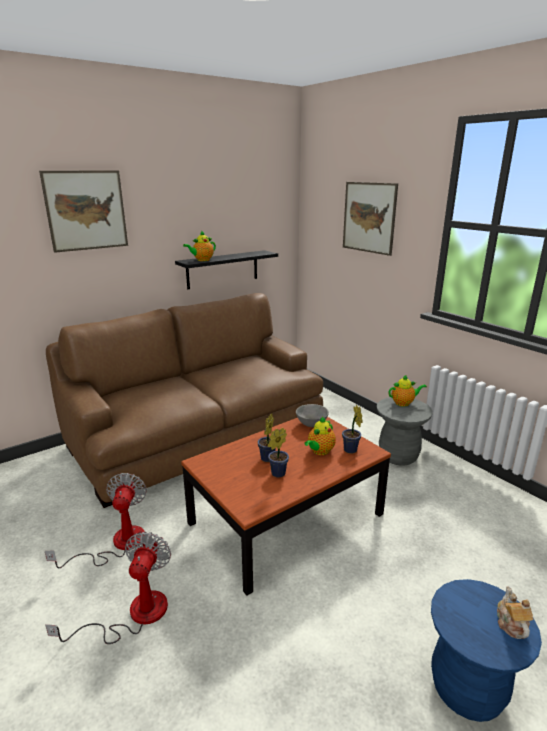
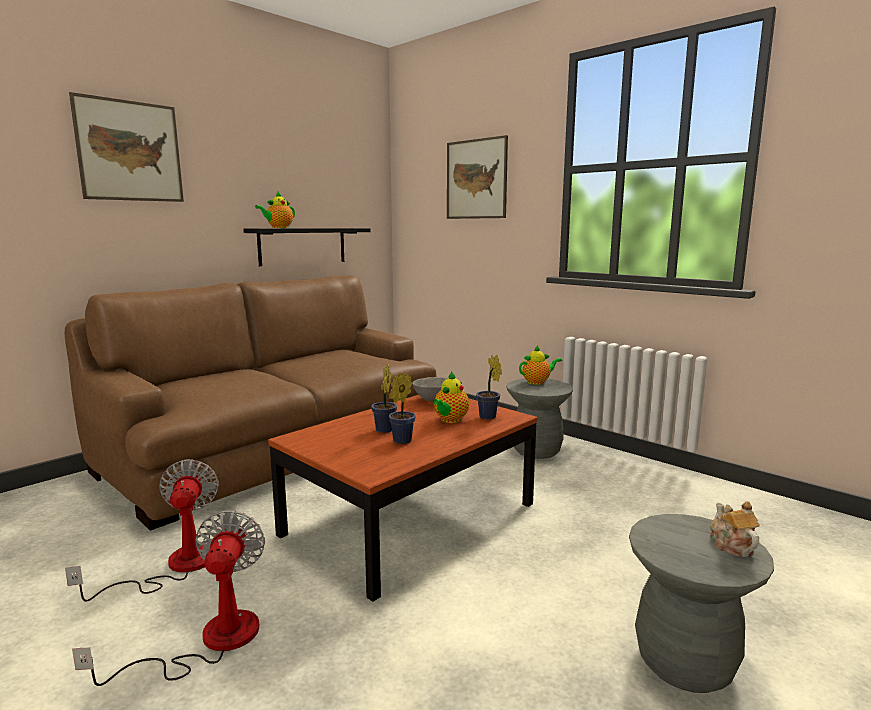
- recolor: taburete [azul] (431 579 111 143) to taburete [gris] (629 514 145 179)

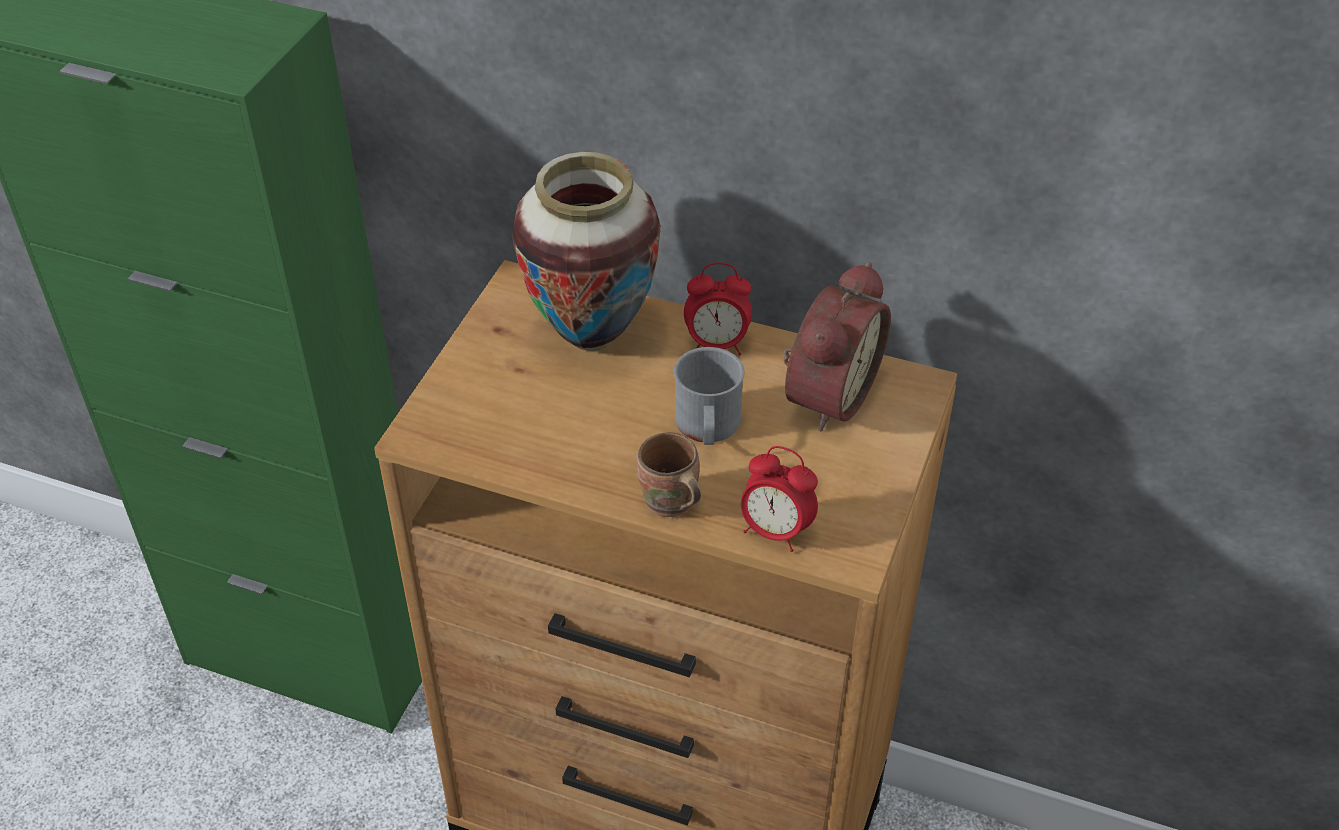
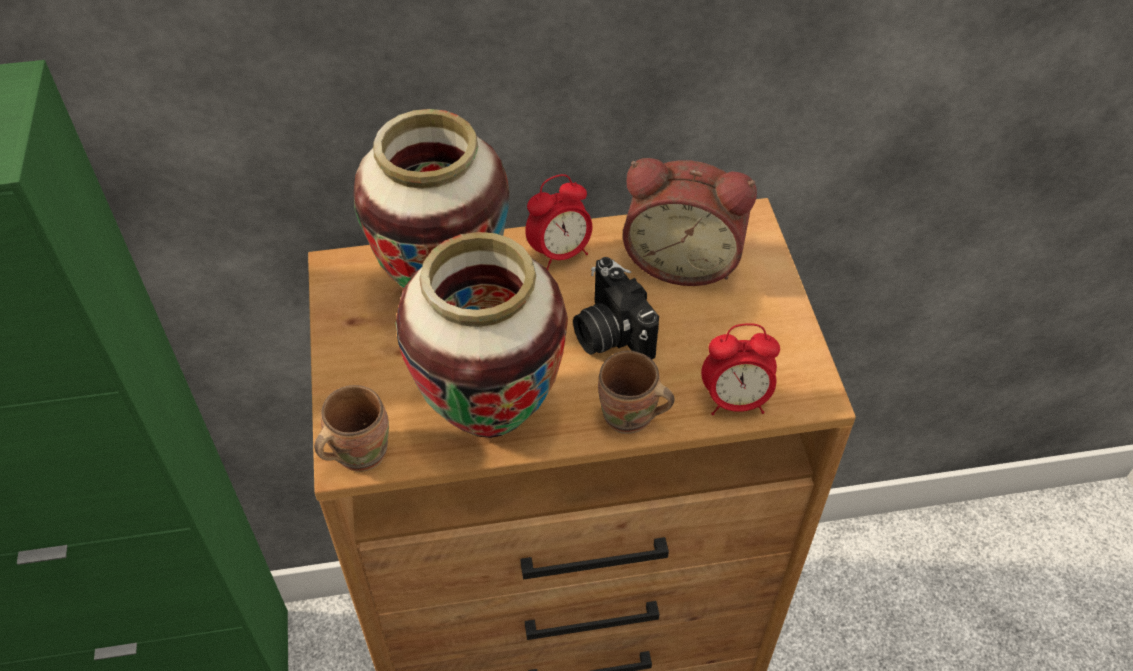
- replace: taza grande [gris] (674 347 70 98) to cámara (573 257 86 102)
- rotate: despertador (783 262 108 169) = (623 158 134 128) 105 degrees clockwise
- insert: taza grande [marrón] (314 385 75 87)
- insert: florero (396 232 172 206)

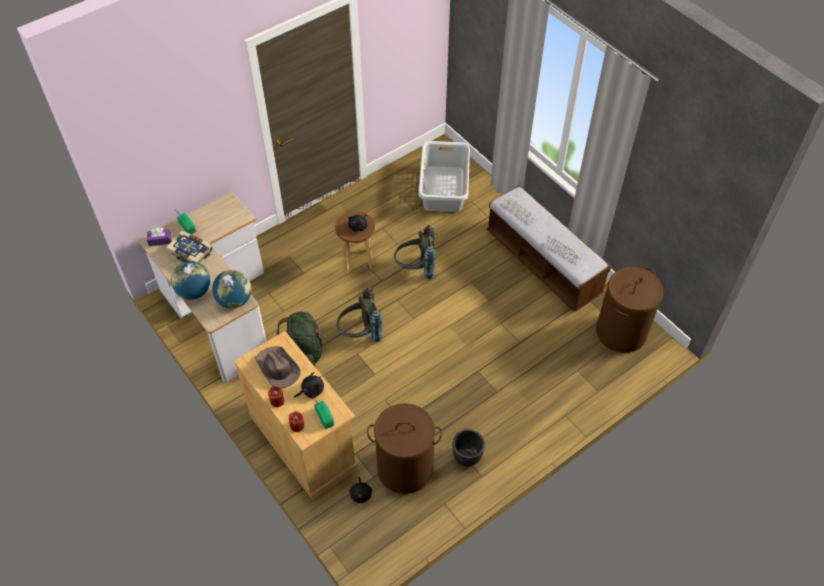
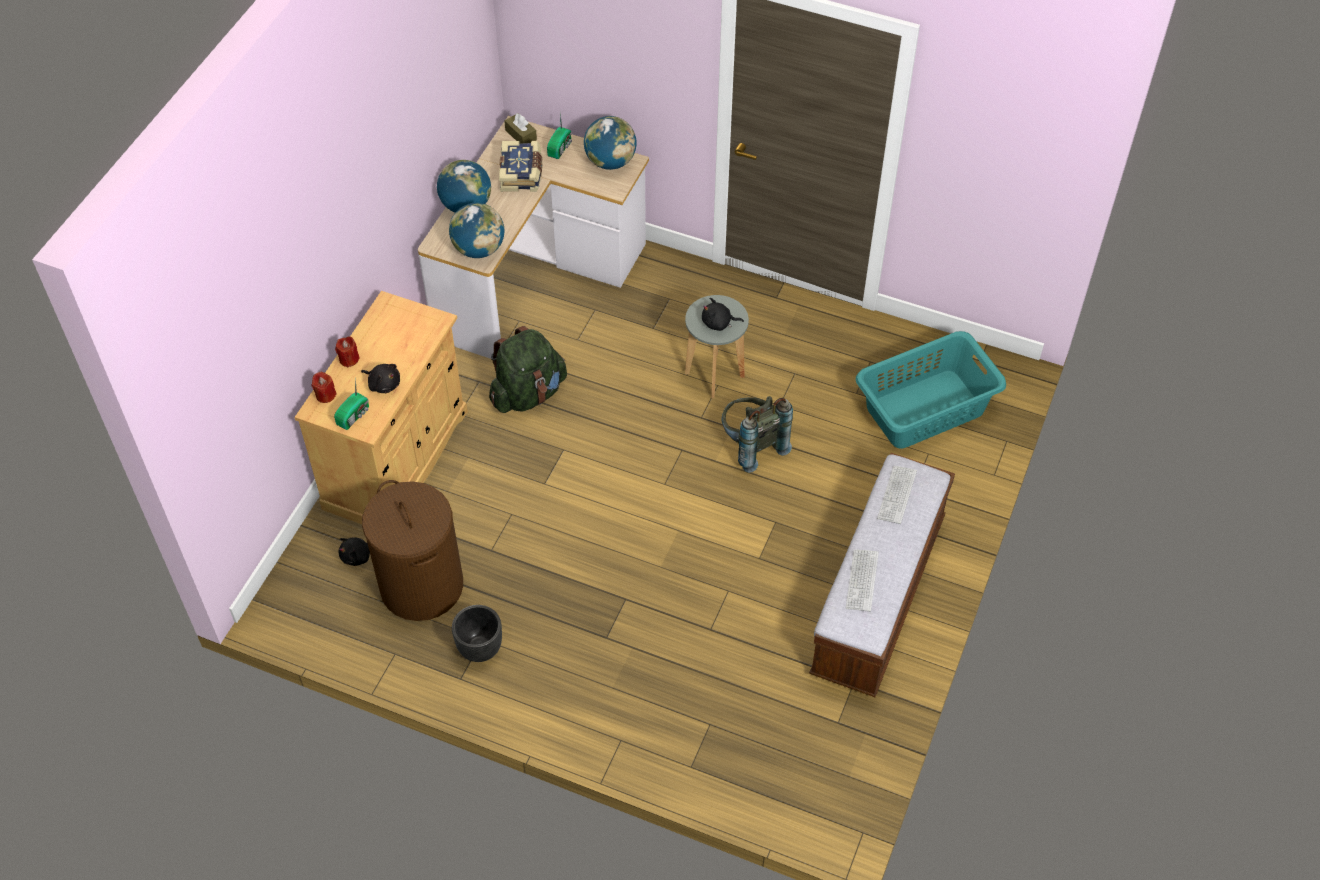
- recolor: caja de pañuelos [morado] (147 227 24 19) to caja de pañuelos [marrón] (504 113 33 31)
- delete: sombrero [marrón] (255 346 45 43)
- recolor: taburete [marrón] (335 211 40 63) to taburete [gris] (685 295 64 103)
- delete: mochila [gris] (336 288 47 54)
- recolor: cesto de la ropa [gris] (418 141 52 71) to cesto de la ropa [turquesa] (856 331 150 118)
- delete: cesto de la ropa [marrón] (596 267 68 86)
- insert: globo terráqueo (584 116 53 54)

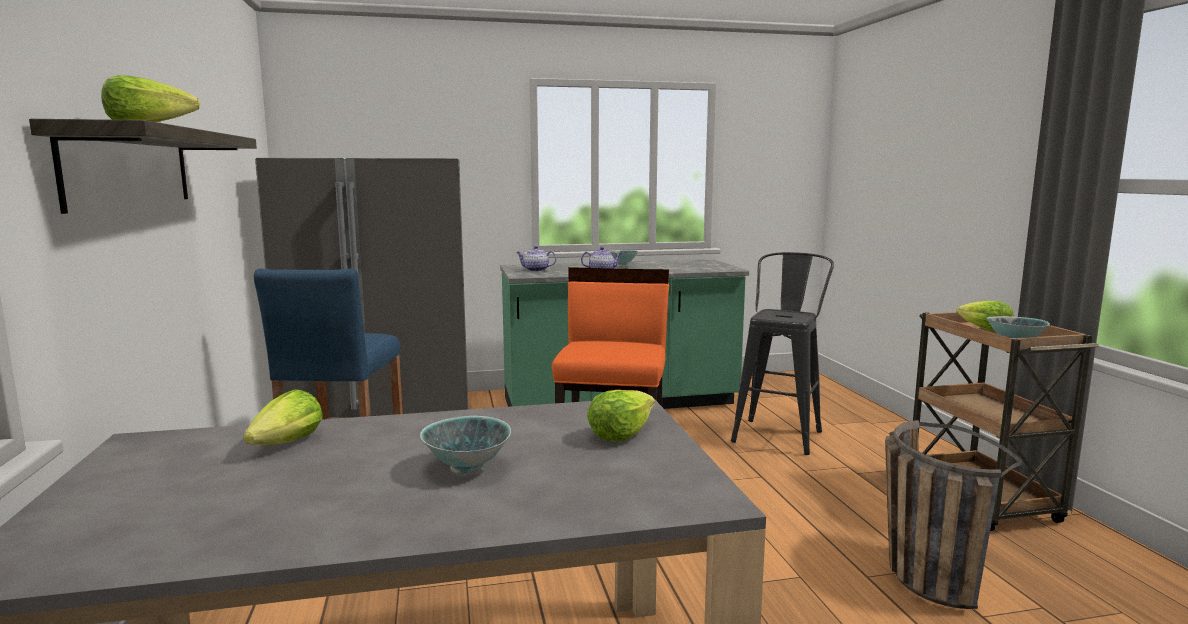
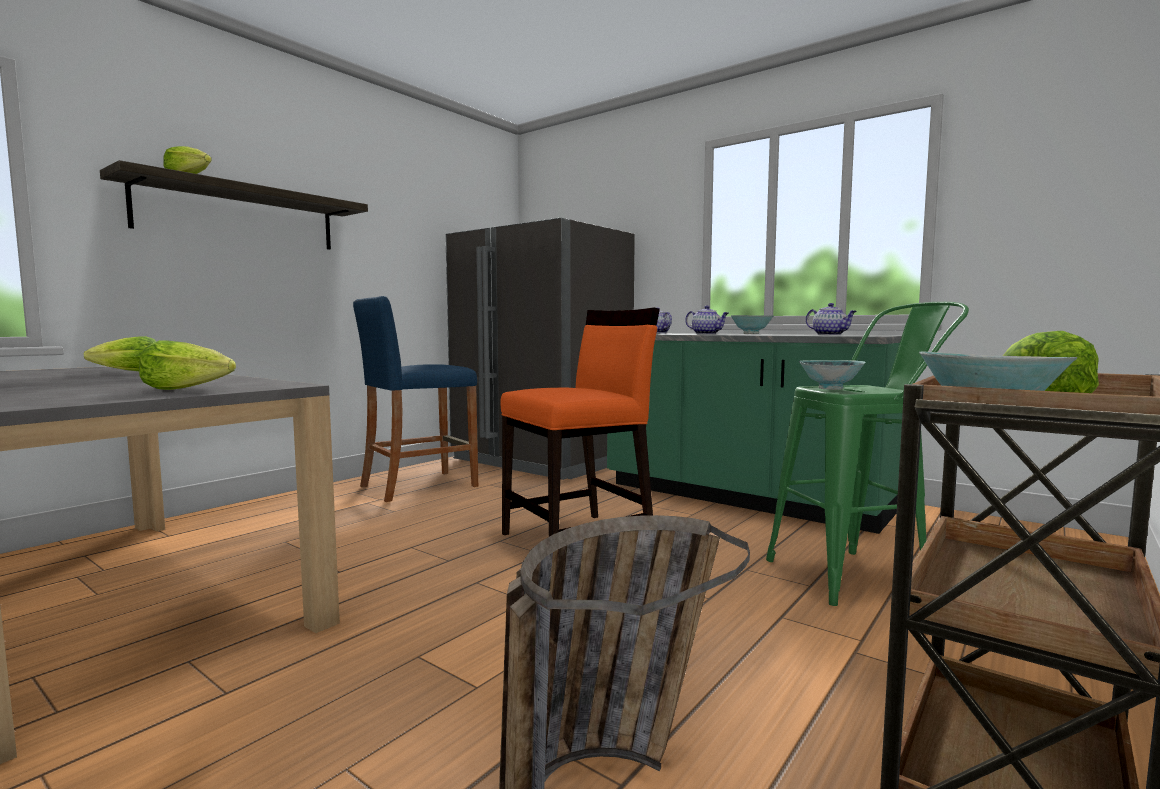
- move: cuenco (420 416 91 58) to (799 360 67 30)
- recolor: taburete [negro] (731 252 103 203) to taburete [verde] (766 302 203 304)
- insert: tetera (806 303 51 32)

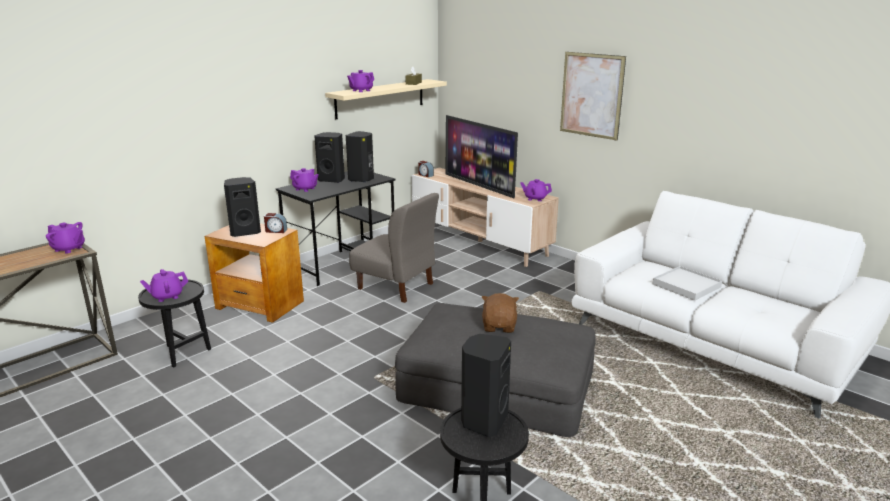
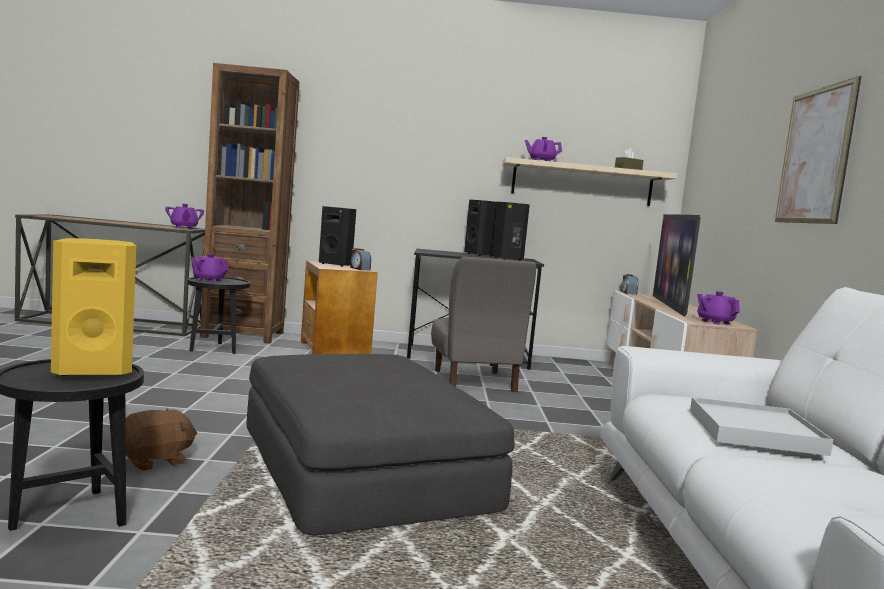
- delete: tetera [morado] (290 168 29 24)
- recolor: altavoz [negro] (461 334 50 103) to altavoz [amarillo] (51 238 85 138)
- move: peluche [marrón] (482 293 37 40) to (126 408 71 63)
- insert: estantería [marrón] (200 63 99 281)

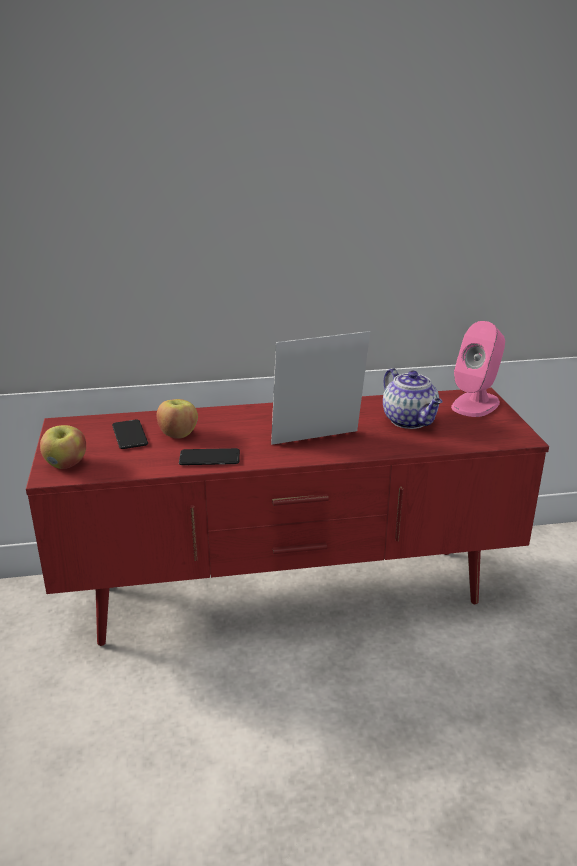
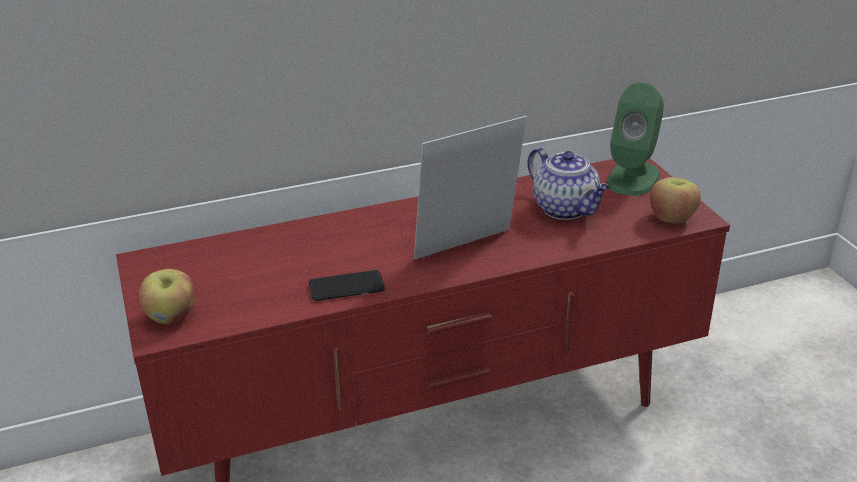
- delete: móvil (112 420 36 29)
- move: manzana (157 399 41 40) to (650 177 51 47)
- recolor: altavoz [rosa] (451 321 54 96) to altavoz [verde] (607 82 57 114)

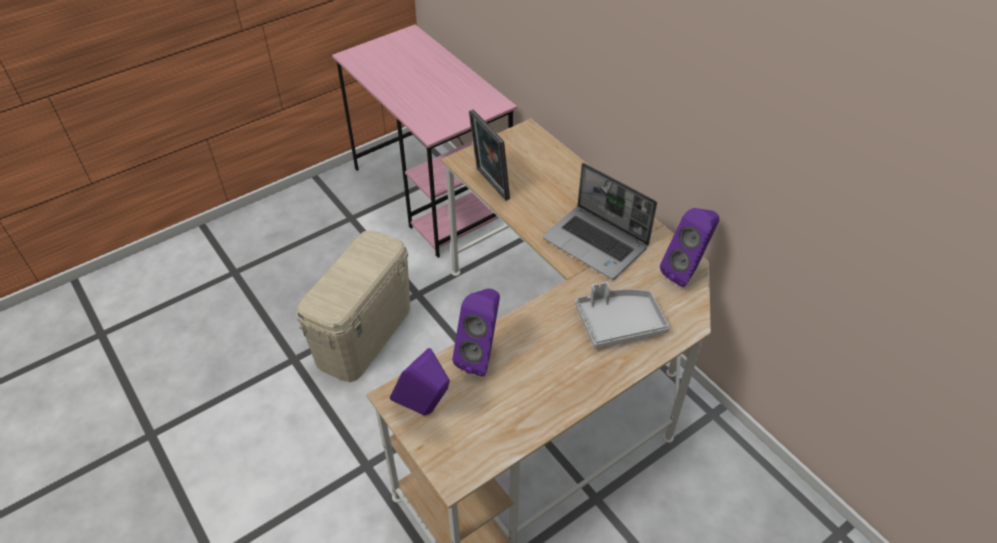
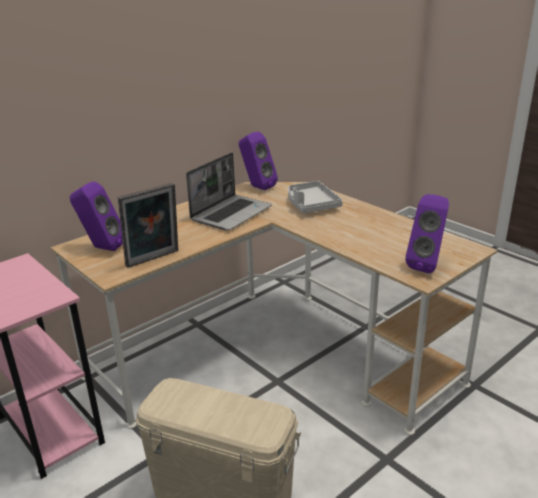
- move: altavoz [morado] (452 289 48 88) to (70 181 53 70)

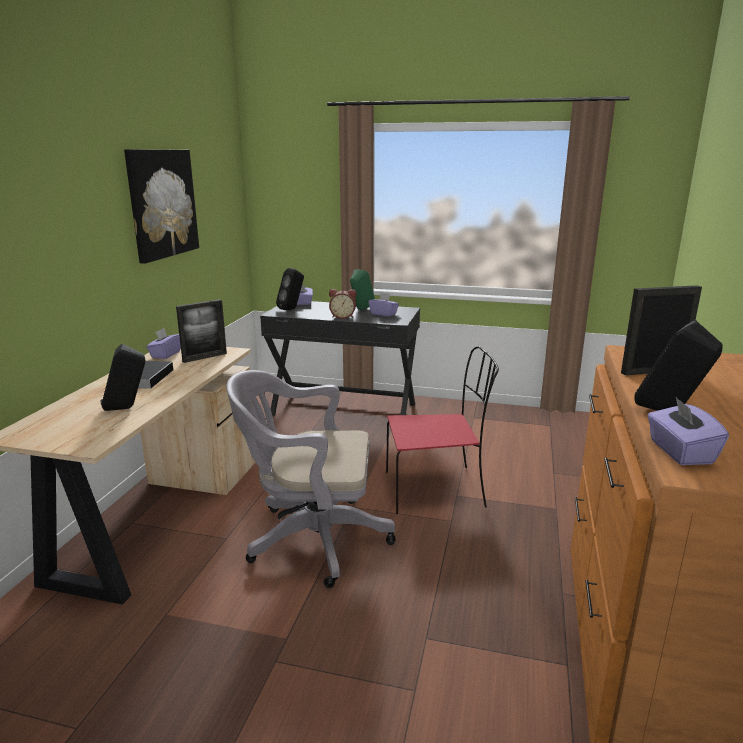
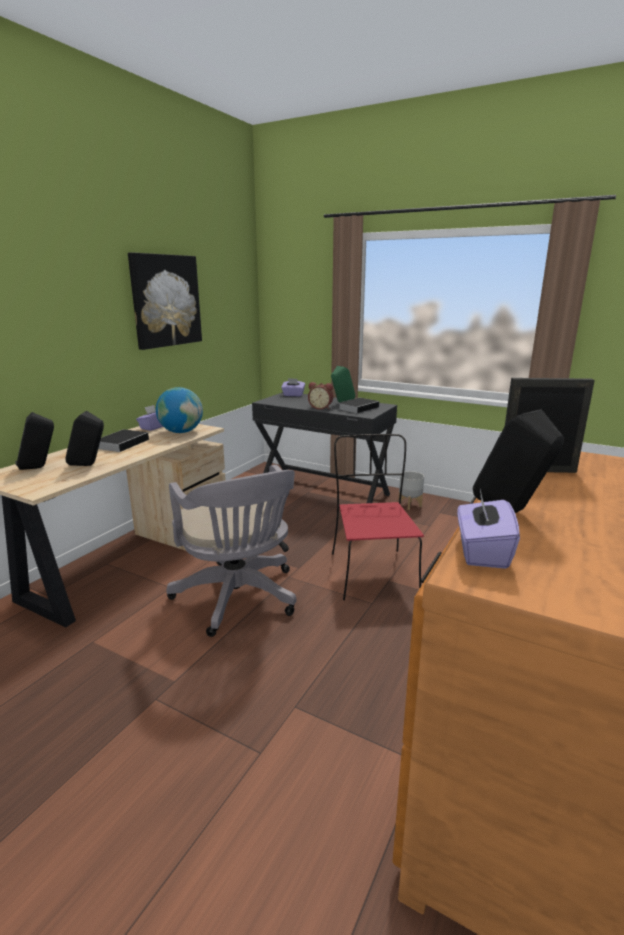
- replace: portarretratos (176 299 51 64) to globo terráqueo (156 387 47 46)
- rotate: silla de oficina [gris] (226 370 170 218) = (166 465 130 172) 135 degrees counterclockwise
- move: altavoz [negro] (276 268 28 42) to (15 412 39 58)
- replace: caja de pañuelos [morado] (369 293 30 24) to libro (339 398 40 15)
- rotate: silla [rojo] (386 346 113 168) = (332 434 92 166) 105 degrees counterclockwise
- insert: maceta [gris] (398 471 26 39)

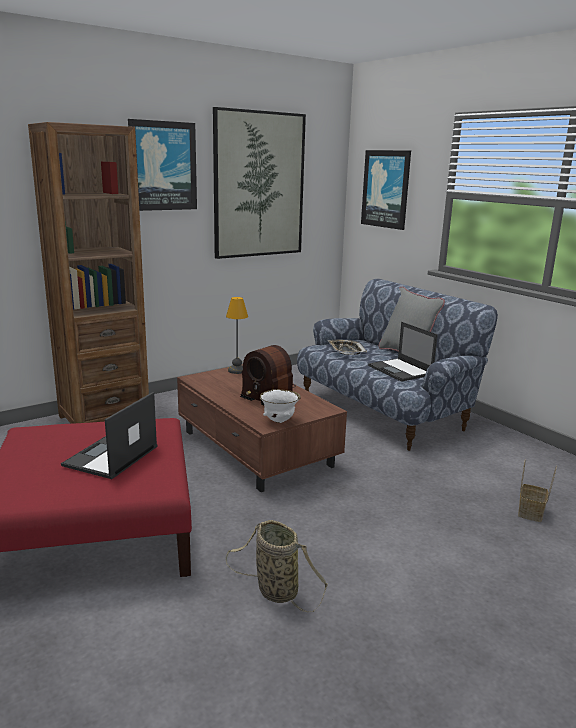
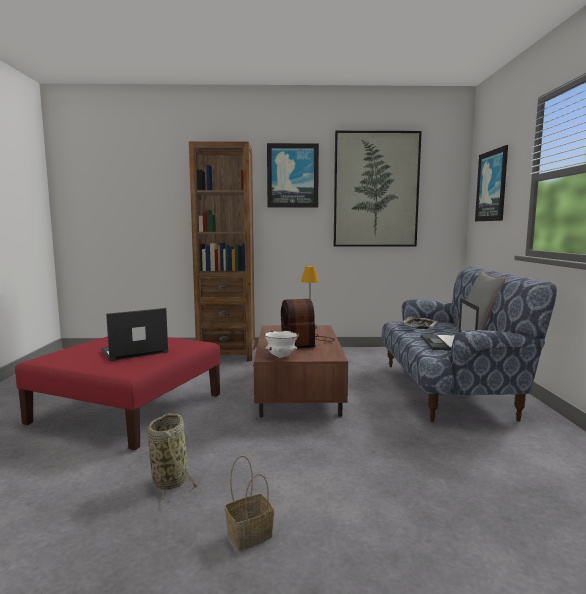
- move: cesta (518 459 39 63) to (225 456 49 94)

